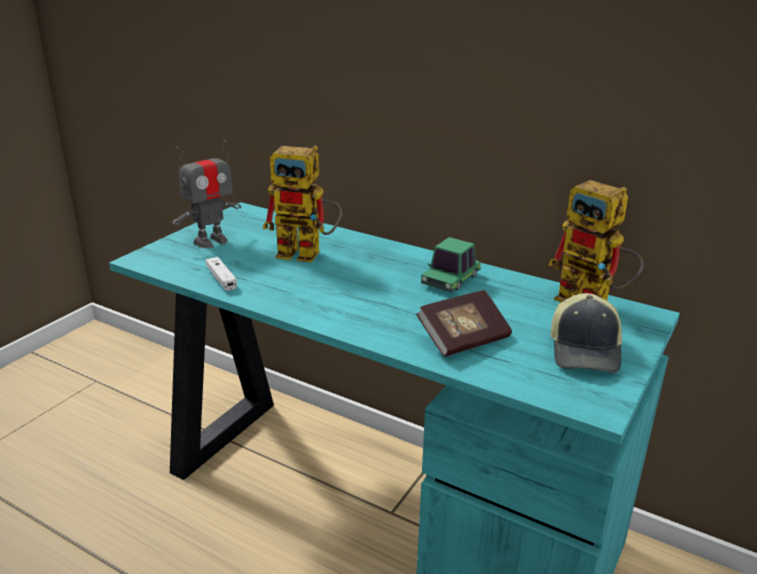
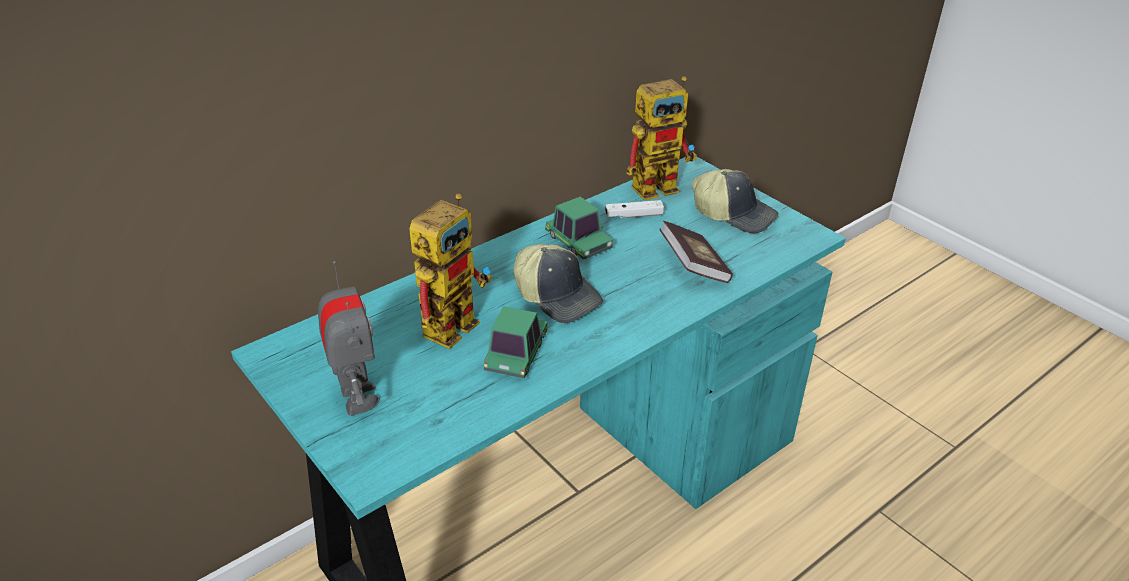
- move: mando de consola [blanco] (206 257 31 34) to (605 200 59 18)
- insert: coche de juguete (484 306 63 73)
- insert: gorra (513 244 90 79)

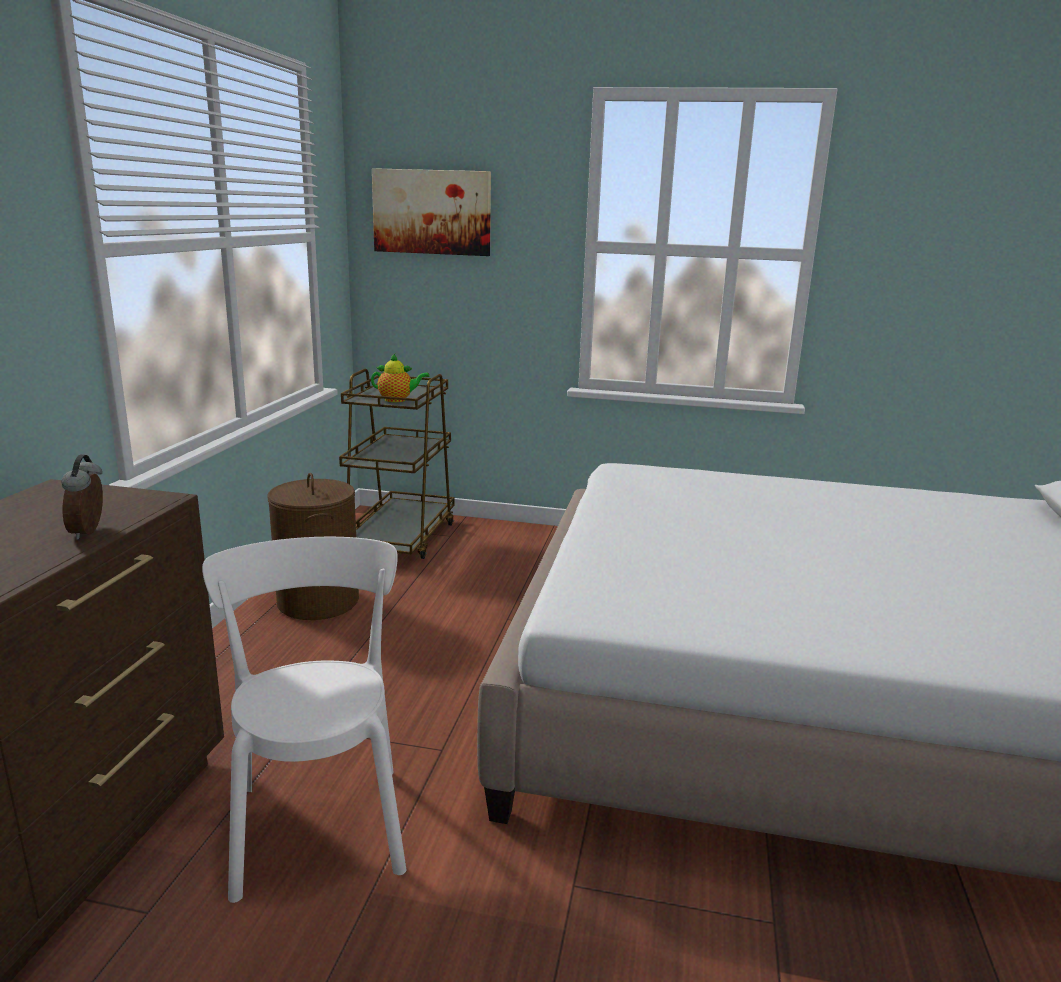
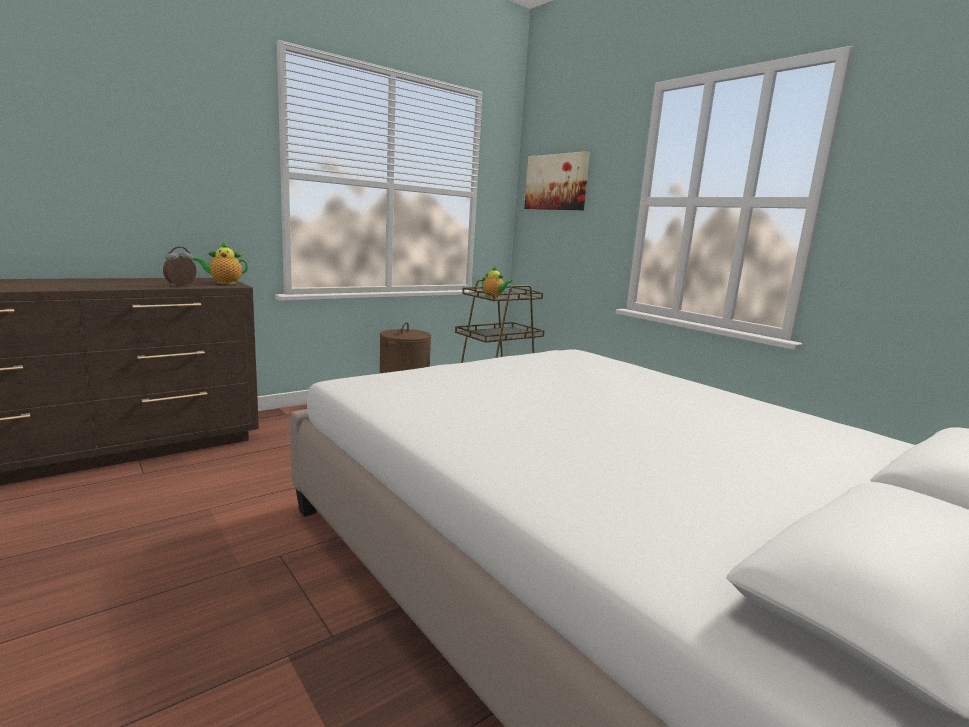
- delete: silla [blanco] (202 537 204 366)
- insert: tetera (193 241 55 43)

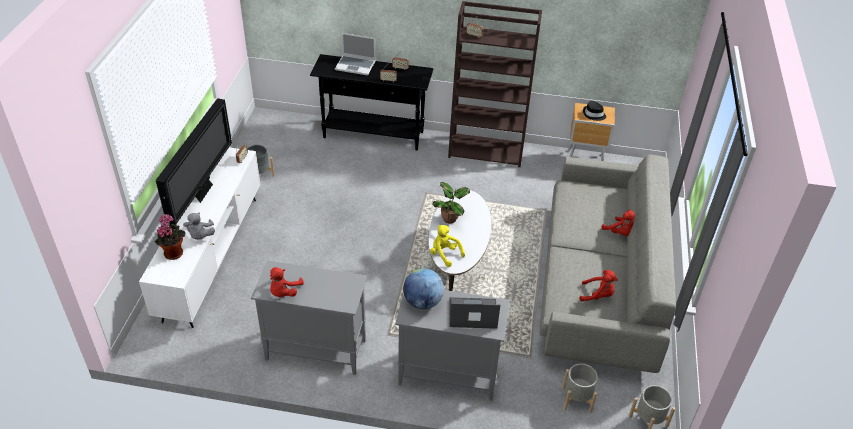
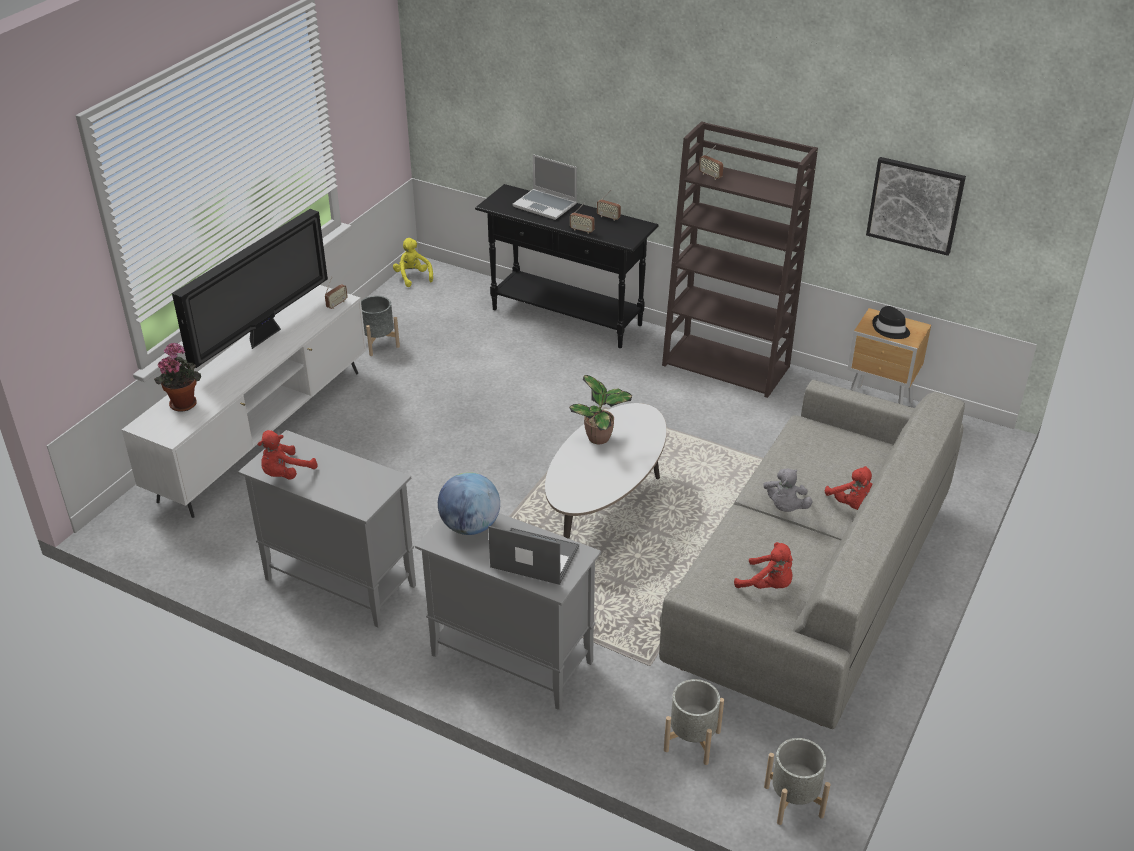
- move: peluche [gris] (183 212 32 28) to (763 468 49 44)
- move: peluche [amarillo] (430 225 35 42) to (393 238 40 49)
- insert: cuadro (866 157 100 99)

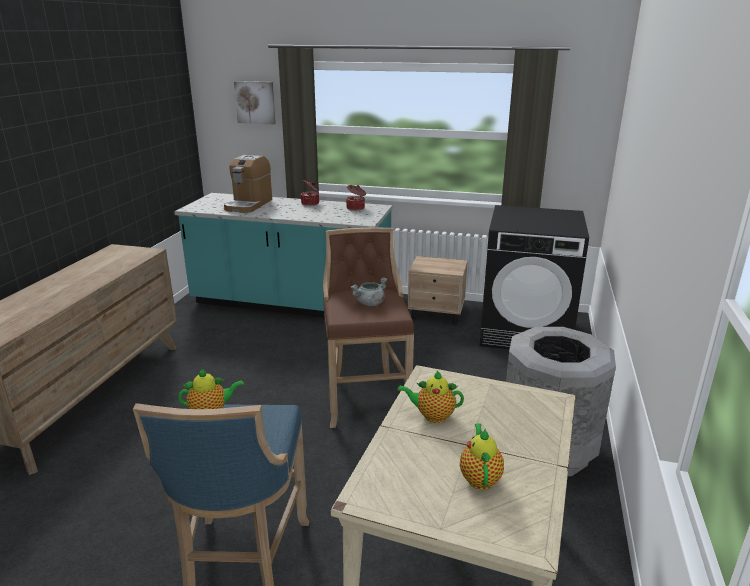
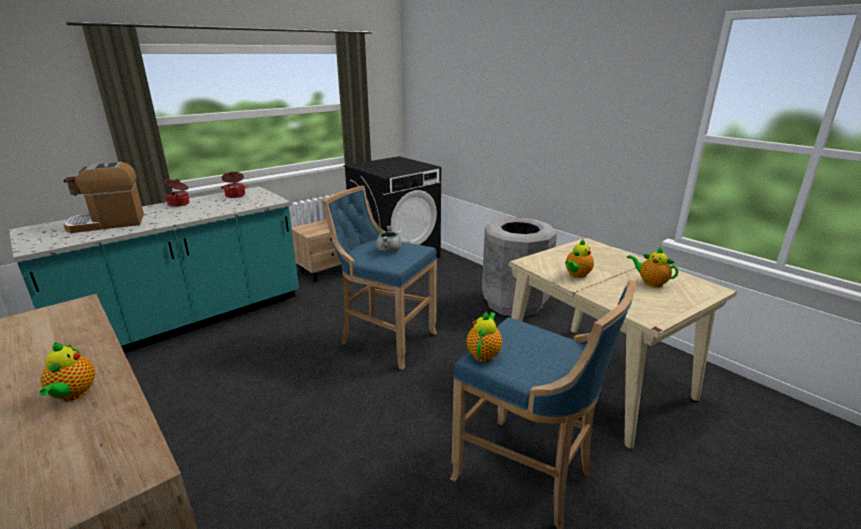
- rotate: cafetera (224 155 48 58) = (63 162 81 71) 105 degrees clockwise
- delete: cuadro (234 81 42 43)
- recolor: taburete [marrón] (323 228 91 200) to taburete [azul] (322 186 115 184)
- insert: tetera (39 342 56 60)

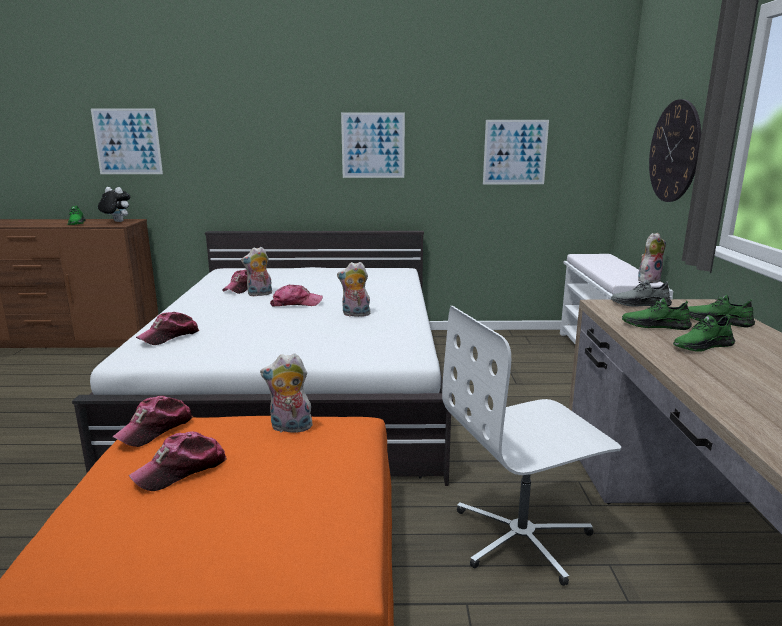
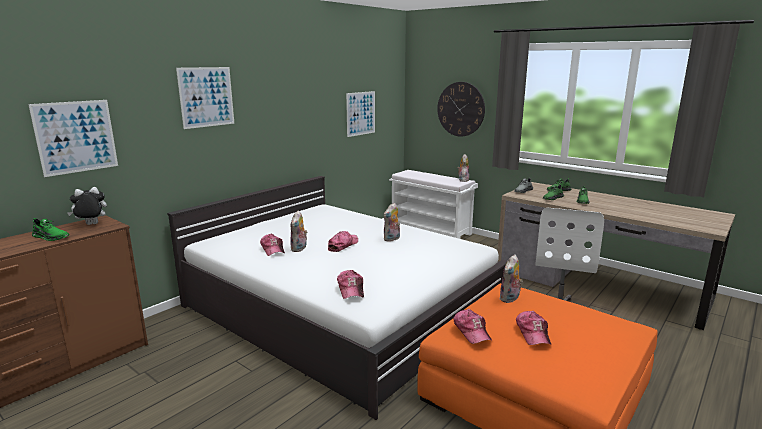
- move: cuadro (341 113 64 65) to (176 67 58 62)

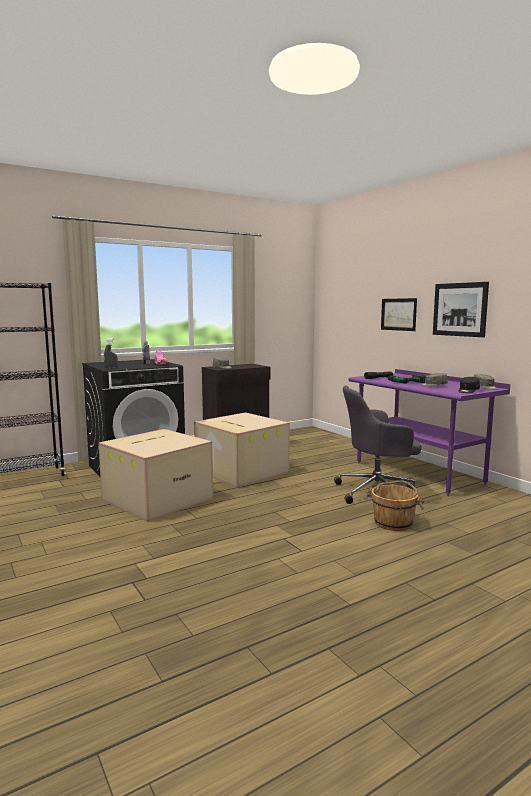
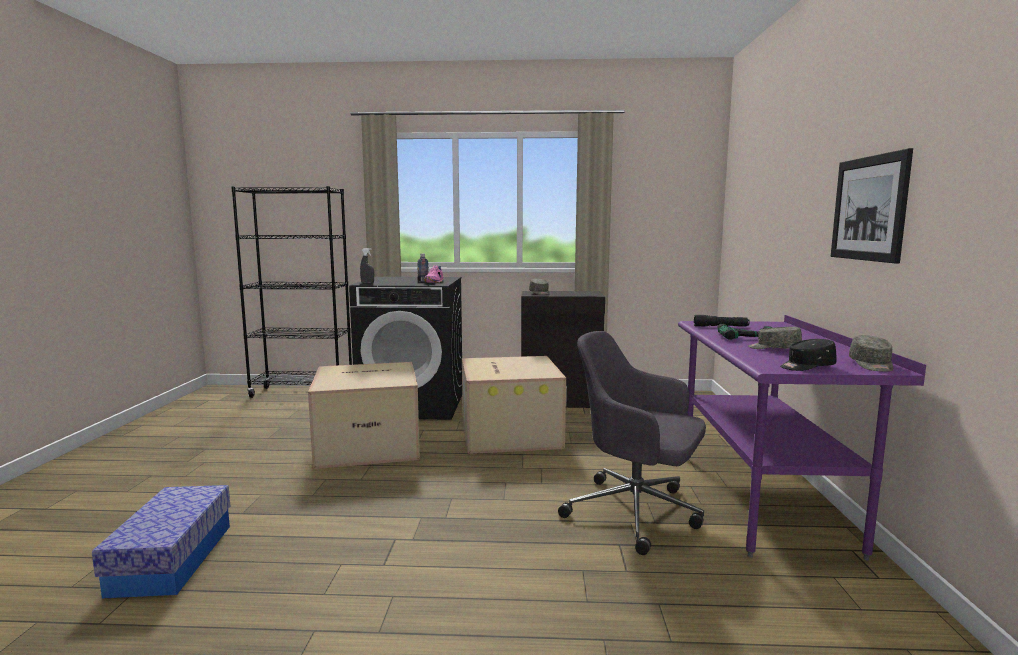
- delete: cubo [marrón] (367 480 57 51)
- delete: cuadro (381 298 36 33)
- insert: caja de almacenaje (92 485 138 114)

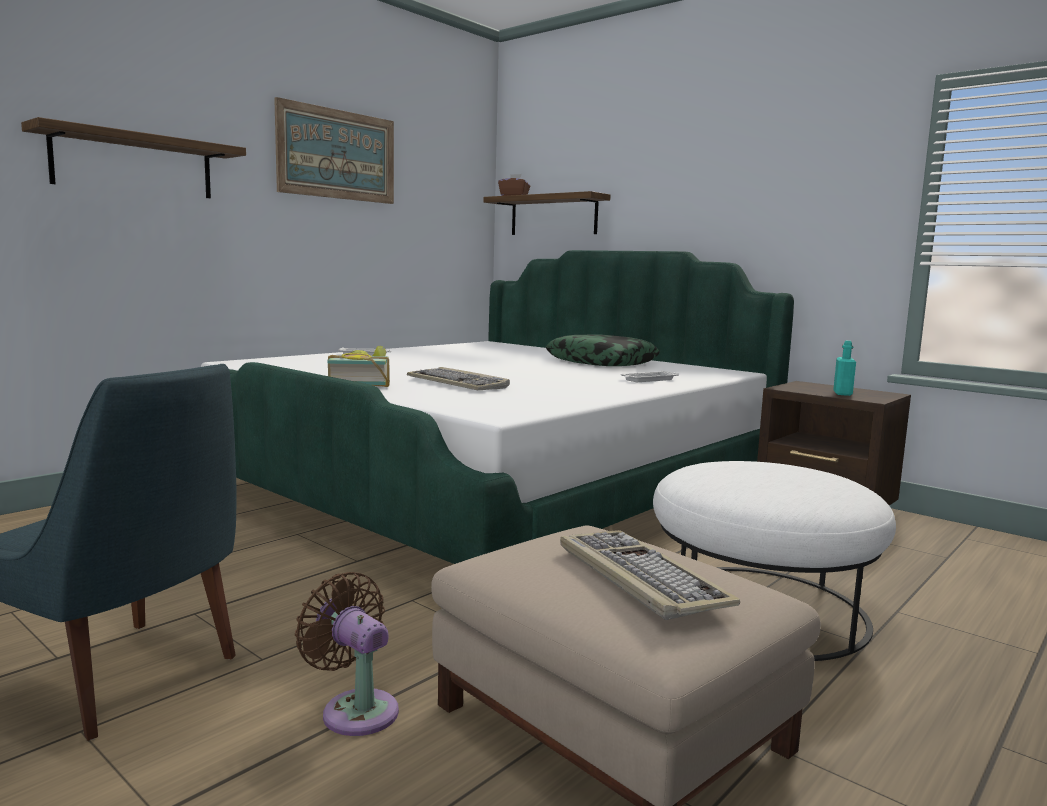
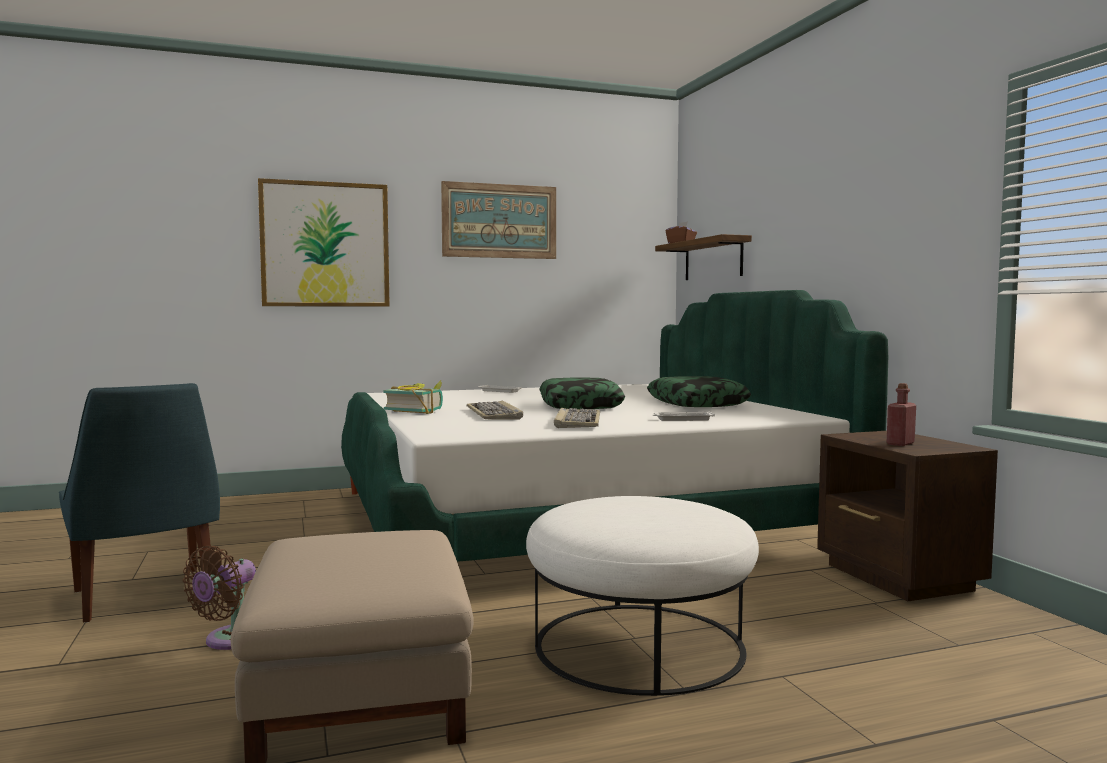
- replace: estante (21 117 225 81) to cuadro (258 178 132 129)
- rotate: ventilador [marrón] (295 572 104 164) = (182 546 74 104) 135 degrees counterclockwise
- move: teclado (560 530 180 90) to (554 408 46 20)
- recolor: botella [turquesa] (833 341 23 55) to botella [rojo] (887 383 29 63)
- insert: cojín (539 377 86 32)

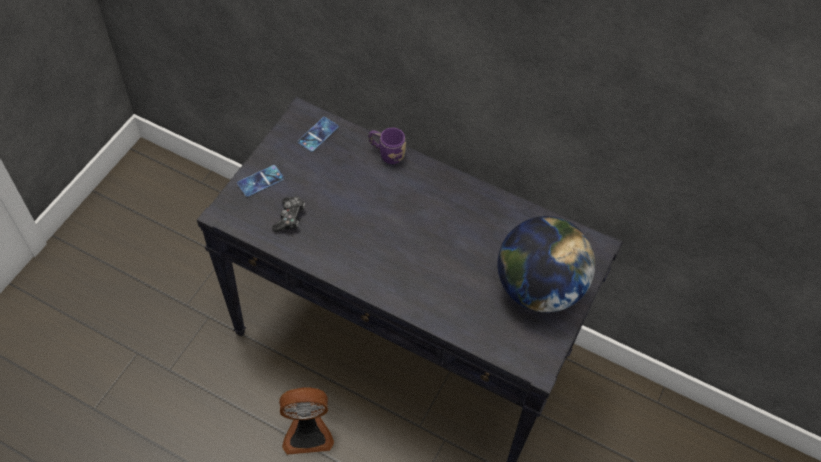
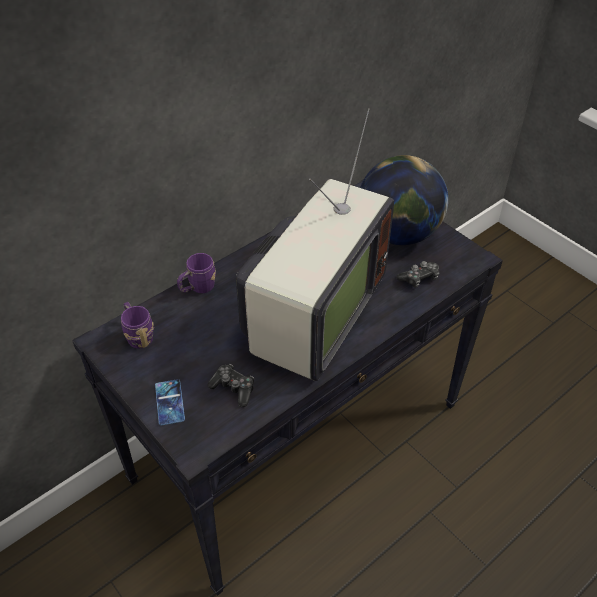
- delete: ventilador (279 388 55 67)
- replace: móvil (298 117 41 35) to taza grande [morado] (121 302 33 47)
- insert: televisor (236 108 158 273)
- insert: mando de consola (397 261 42 27)

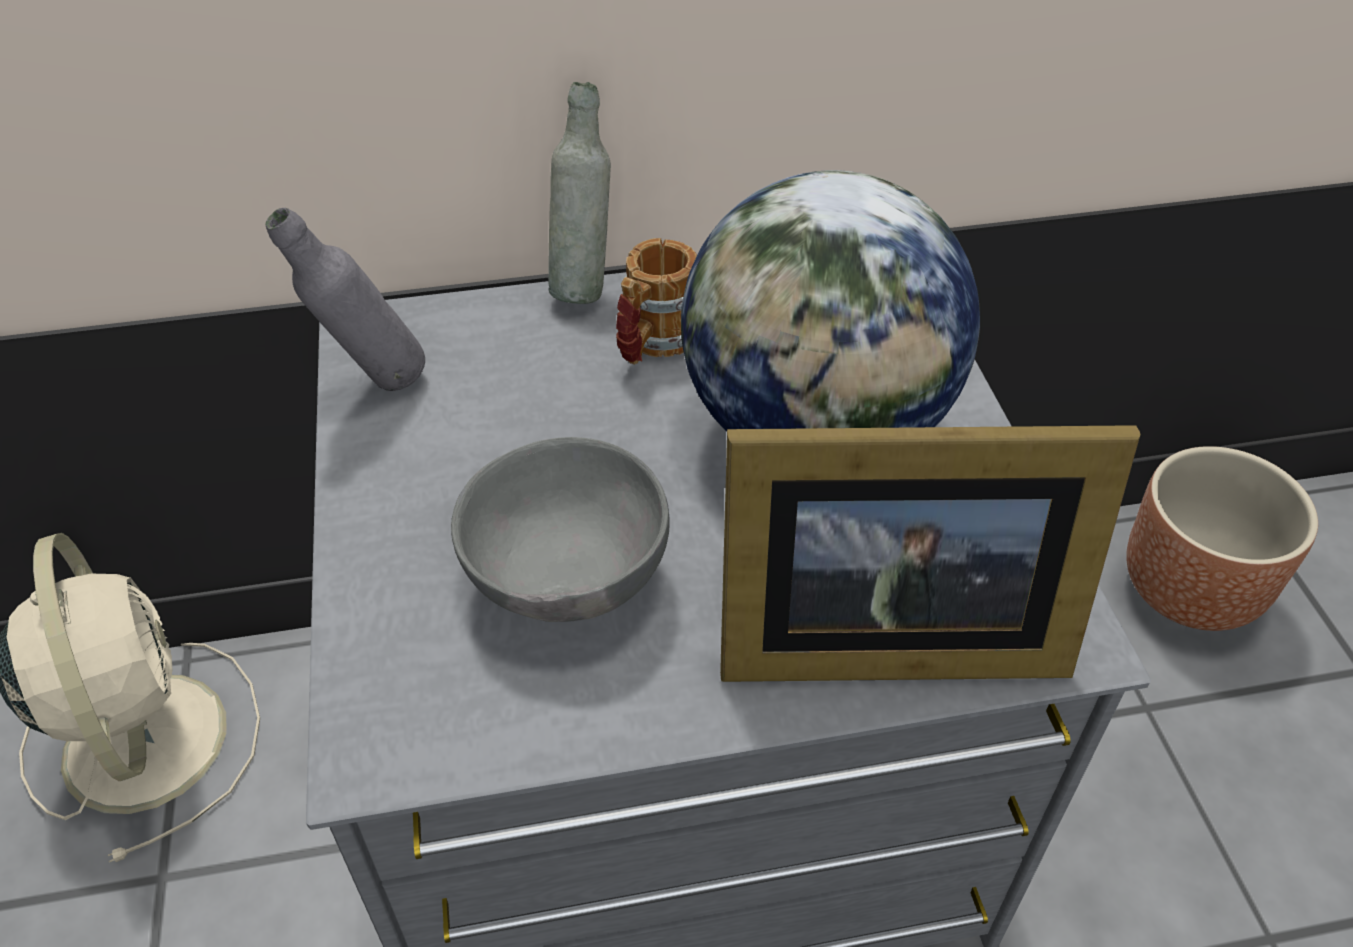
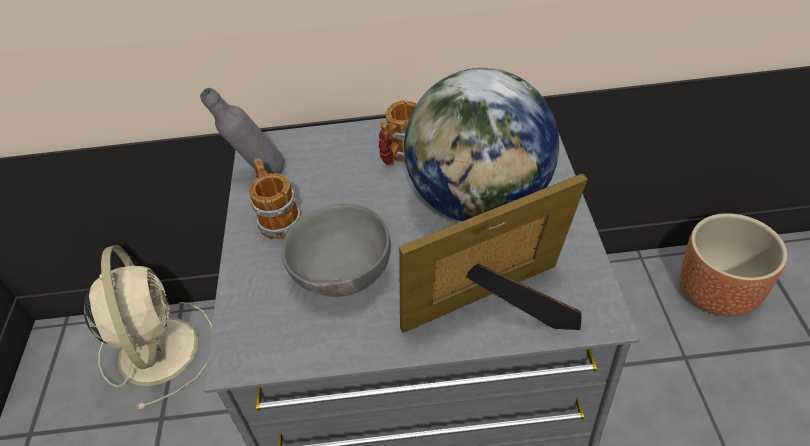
- delete: botella [gris] (548 82 63 222)
- rotate: portarretratos (720 425 420 257) = (399 174 189 159) 150 degrees clockwise
- insert: taza grande (249 158 53 81)

